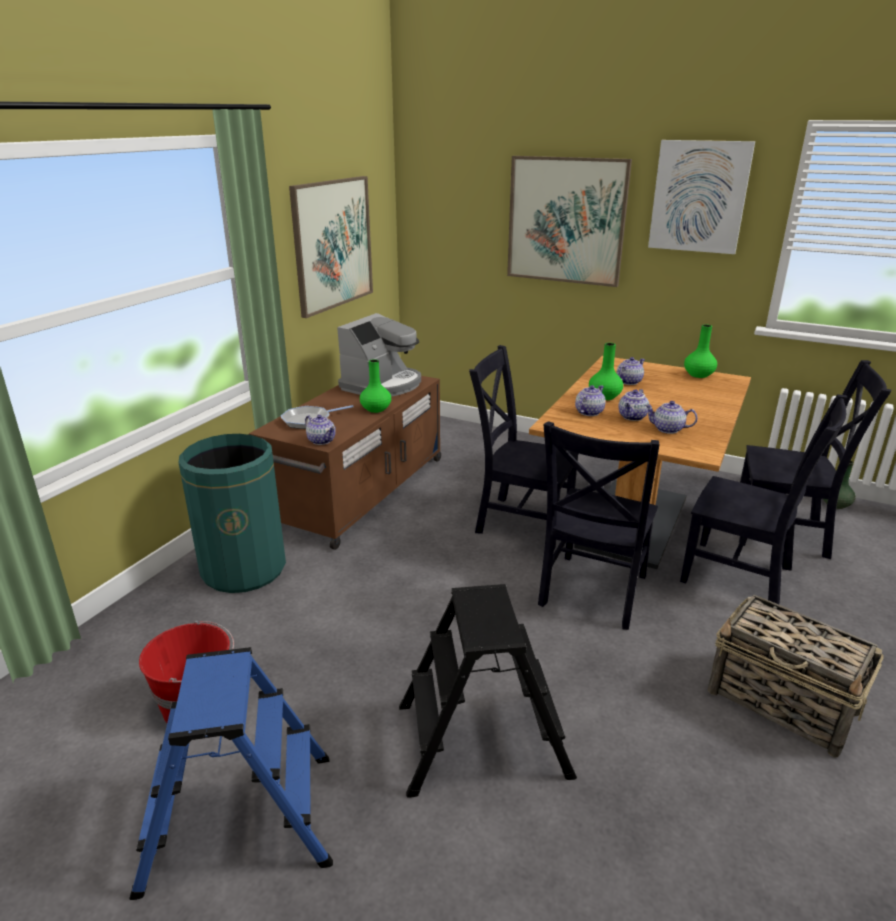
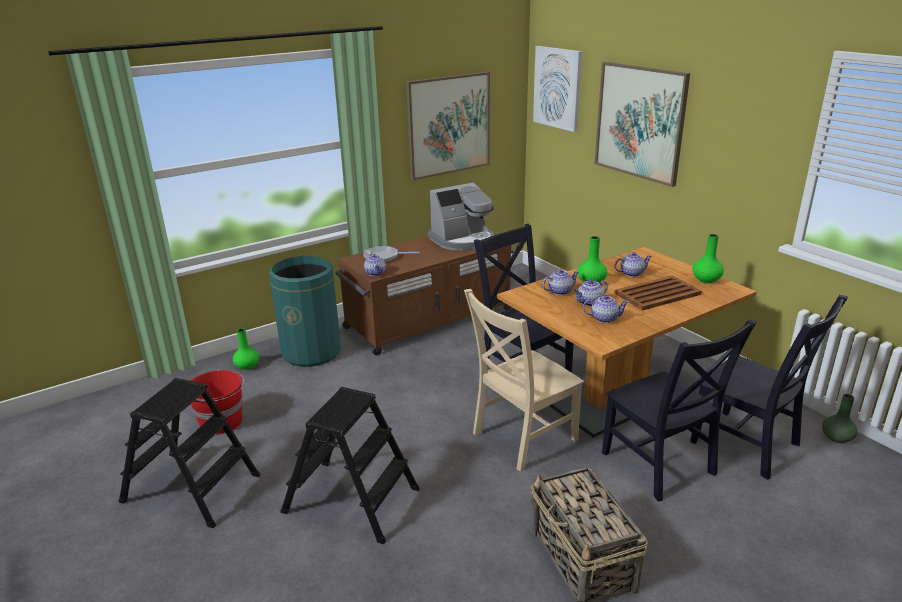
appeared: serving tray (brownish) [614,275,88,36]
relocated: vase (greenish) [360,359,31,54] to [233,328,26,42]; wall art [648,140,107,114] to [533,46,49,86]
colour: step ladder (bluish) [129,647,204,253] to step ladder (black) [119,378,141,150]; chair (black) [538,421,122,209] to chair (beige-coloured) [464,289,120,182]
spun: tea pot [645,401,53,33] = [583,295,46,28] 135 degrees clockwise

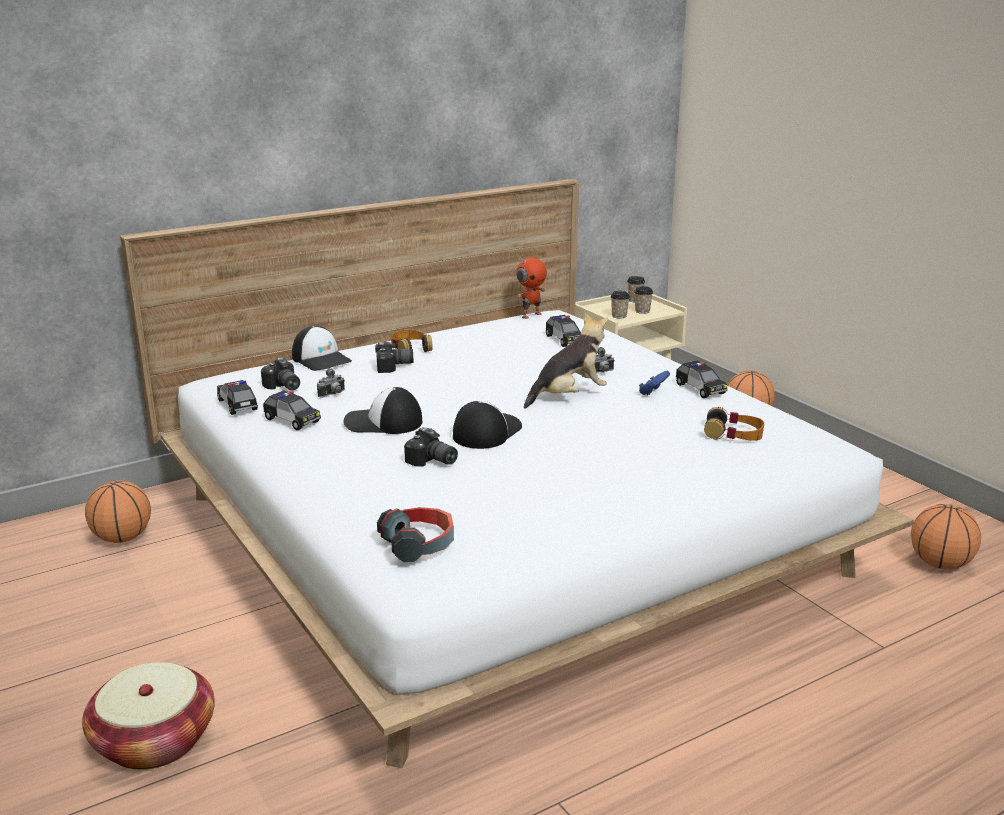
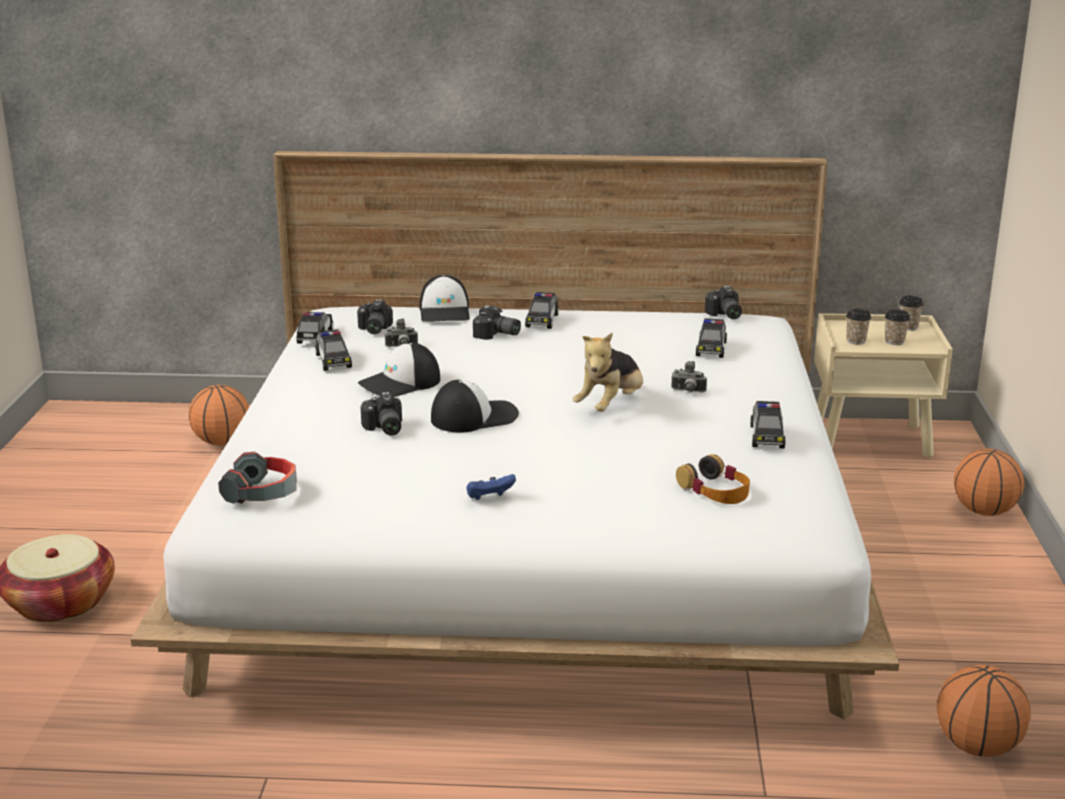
relocated: game controller (bluish) [639,371,31,24] to [467,474,49,26]
exchanged: headphones [391,330,42,22] to miniature car [525,292,34,37]; model robot [516,256,31,63] to photo camera [705,286,37,33]
spun: cap [343,387,79,47] = [358,342,82,55] 75 degrees counterclockwise; cuddly toy [524,313,84,96] = [572,333,71,79] 120 degrees clockwise

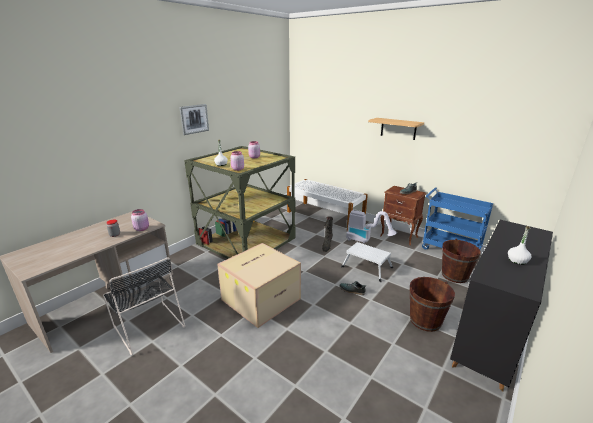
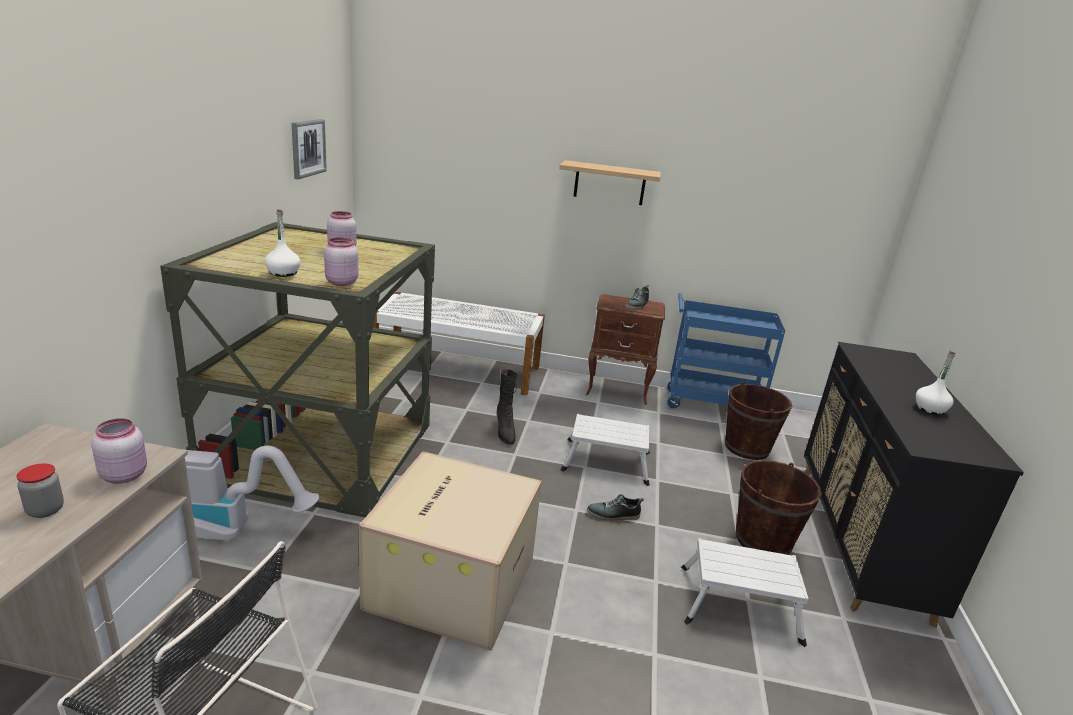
appeared: step ladder (whitish) [681,538,128,109]
relocated: hoover [346,210,51,33] to [182,446,137,96]; wall art [179,104,30,31] to [291,119,36,60]

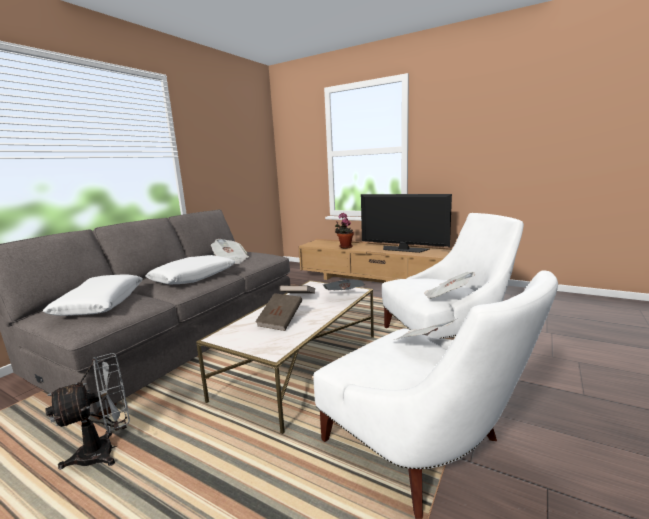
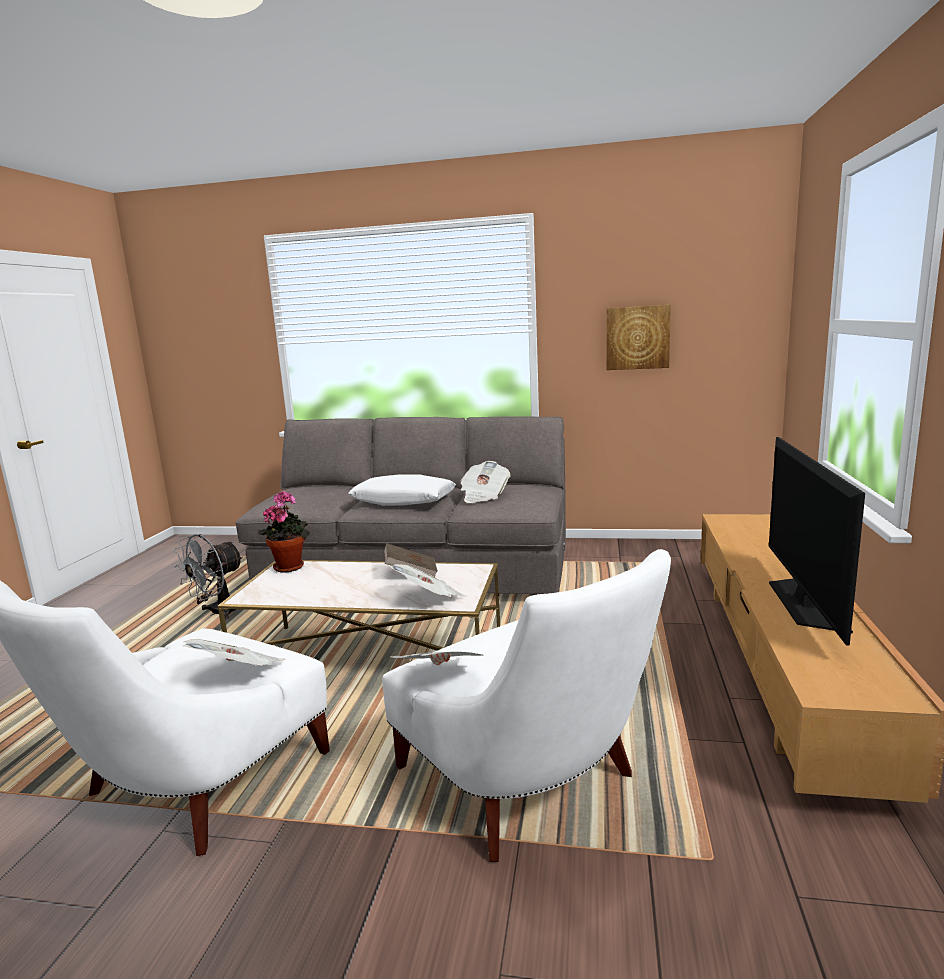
missing: cushion (whitish) [42,274,101,42]; volume (brownish) [255,293,47,38]
appeared: wall art [606,305,65,65]
relocated: plant in a pot [335,213,19,36] to [258,491,52,82]
spun: fan (gray) [45,353,85,117] = [173,534,70,85] 90 degrees clockwise

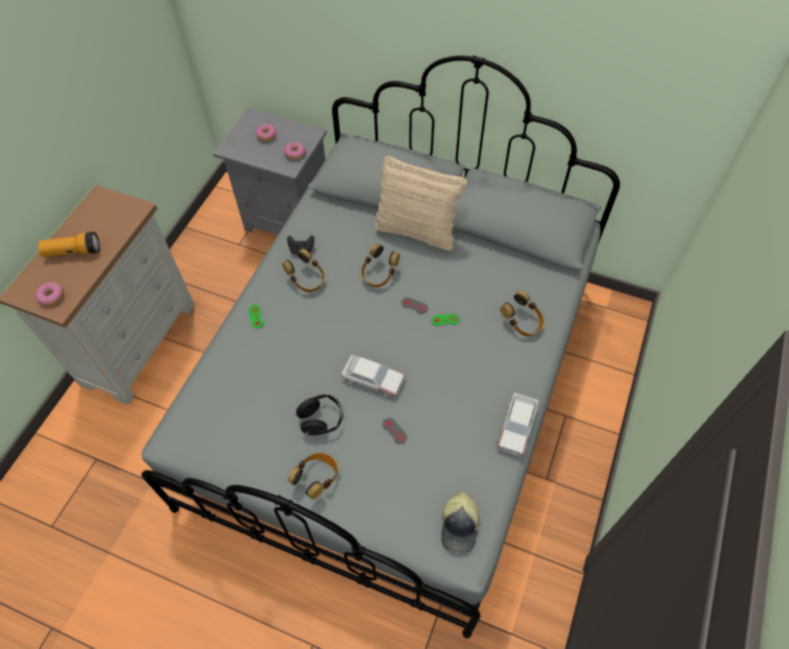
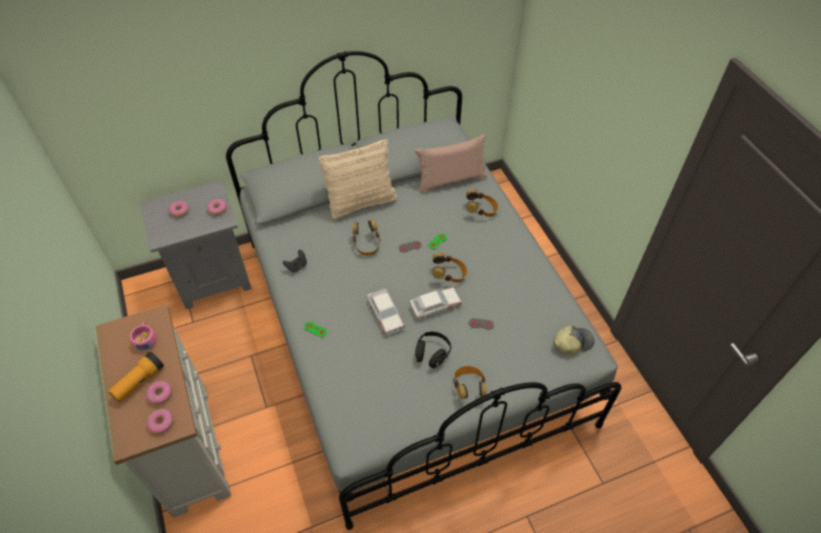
appeared: drinking cup (pink) [130,322,27,29]; donut [146,381,26,24]; cushion (beige-coloured) [415,135,72,58]
relocated: miniature car [497,393,42,63] to [367,288,38,47]; headphones [282,249,43,43] to [432,253,35,29]
spun: cap [441,492,39,61] = [554,325,41,30] 75 degrees counterclockwise

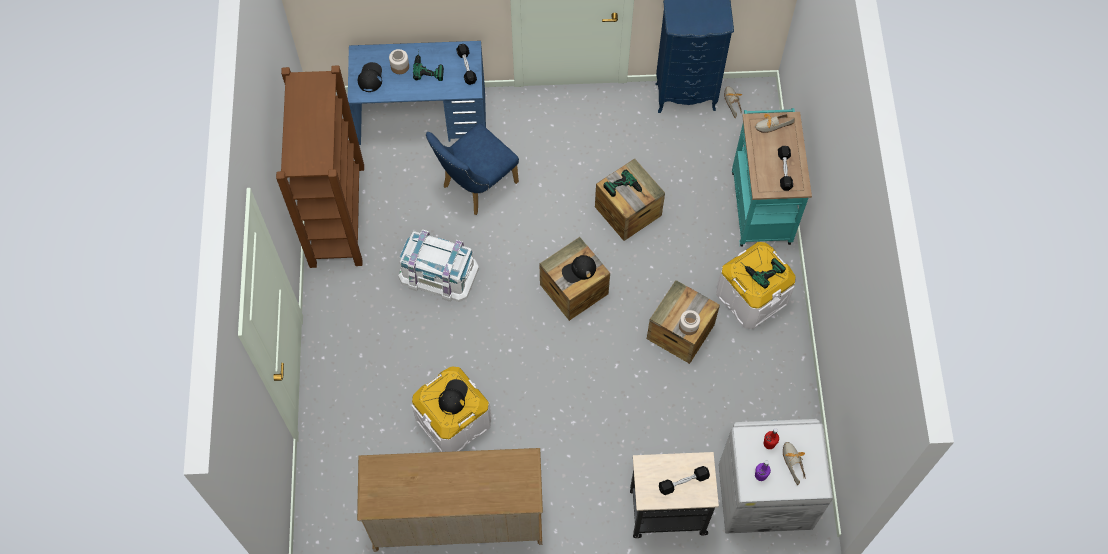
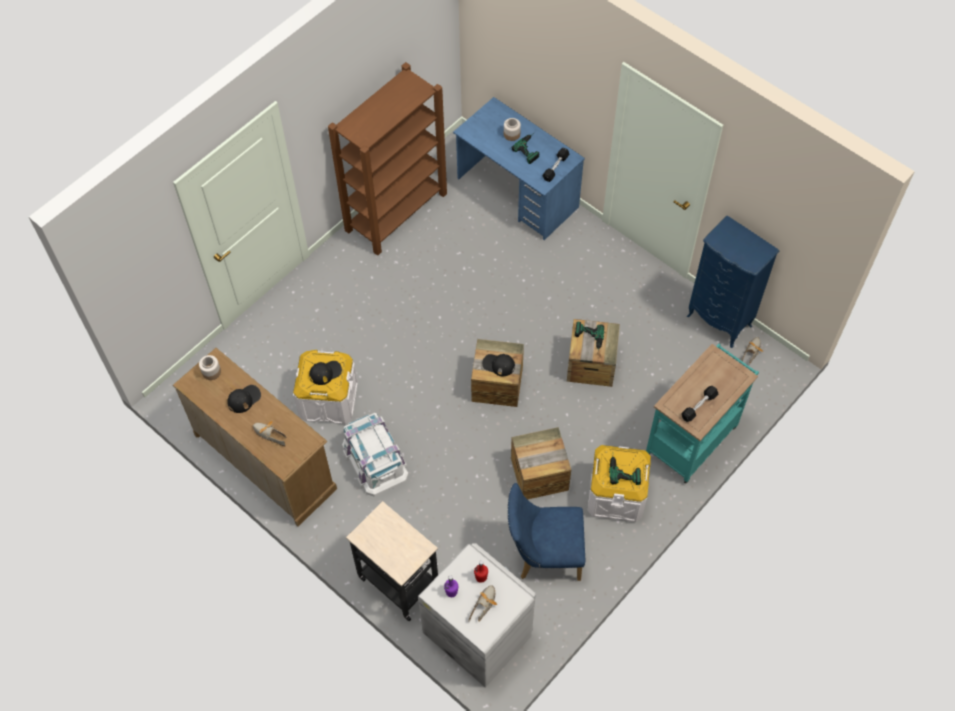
missing: dumbbell (black) [659,466,51,29]
relocated: preserve jar [679,310,21,25] to [199,355,22,25]; cap (black) [358,62,24,30] to [227,385,34,28]; low shoe [755,114,40,19] to [253,421,34,26]; storage bin (whitish) [398,230,81,72] to [342,413,67,84]; chair (bluish) [426,123,93,92] to [508,483,77,98]

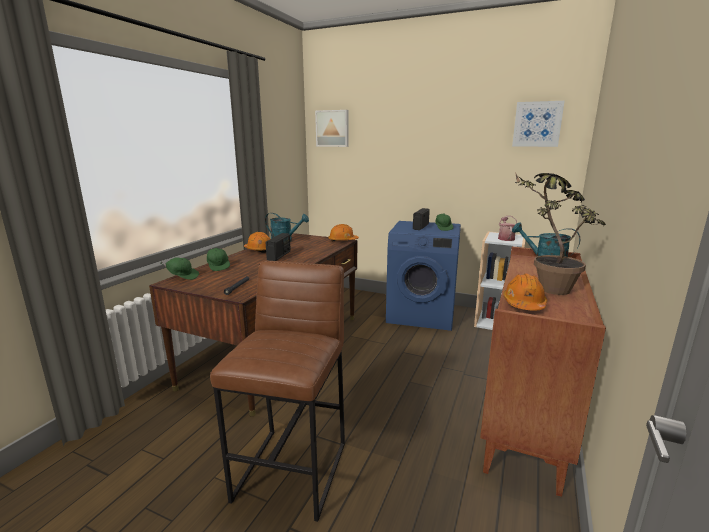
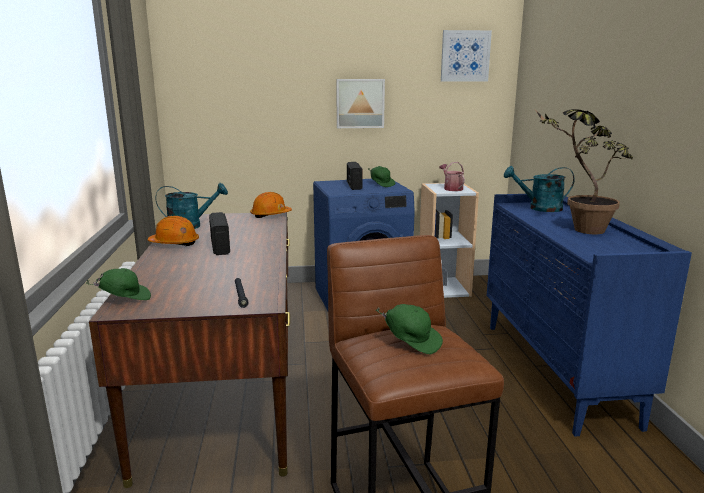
missing: work helmet (orange) [503,274,44,37]
relocated: wall art [315,110,34,37] to [336,79,49,49]; cap (greenish) [207,248,23,23] to [376,304,67,50]
colour: cabinet (brownish) [480,246,126,251] to cabinet (bluish) [487,194,205,242]

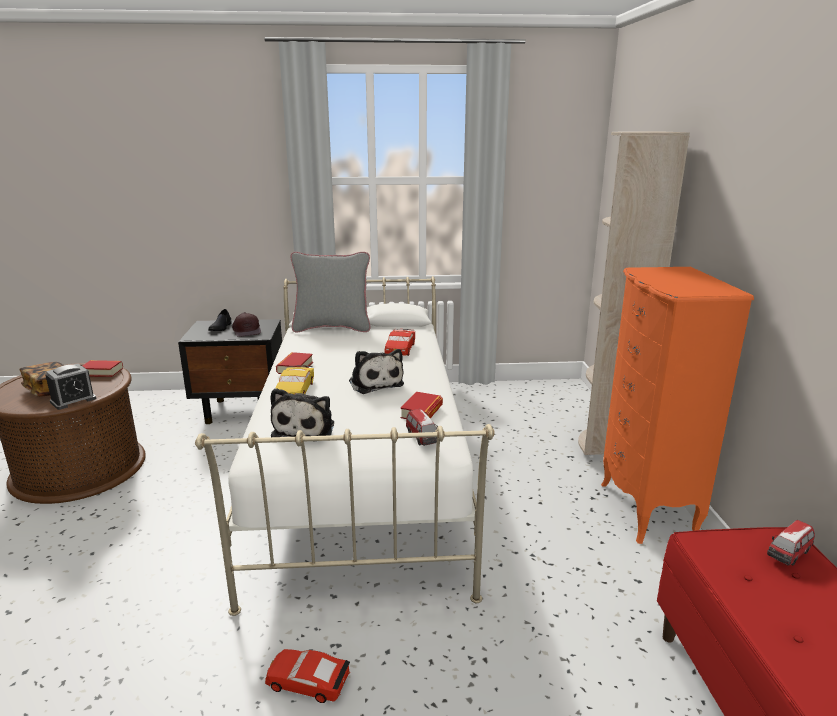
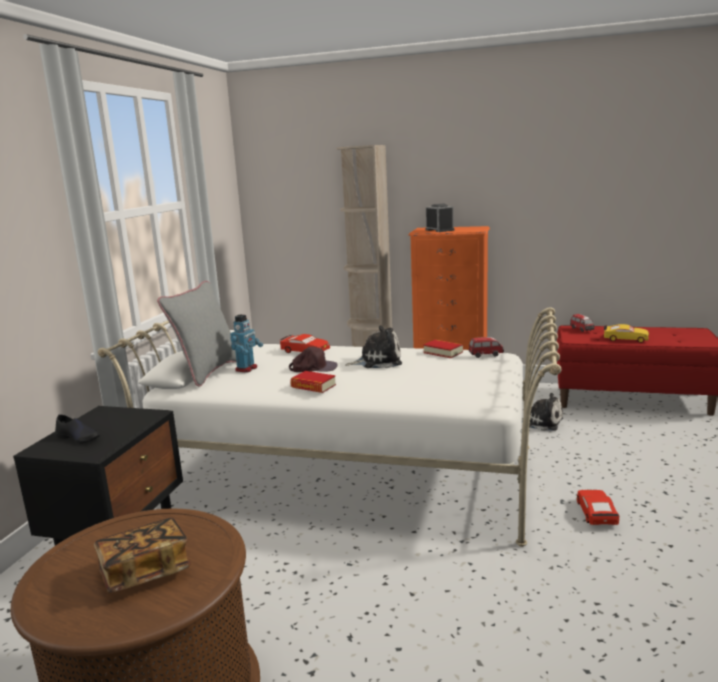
missing: volume [82,360,41,17]
appeared: model robot [230,314,33,59]
relocated: cap (brownish) [232,312,29,25] to [289,347,48,25]; table clock [45,364,51,46] to [426,204,28,28]; cuddly toy [270,388,64,49] to [522,393,41,38]; miniature car (yellow-coloured) [276,365,38,29] to [603,324,46,19]
spun: miniature car (red-coloured) [265,649,85,54] = [577,490,42,35] 150 degrees clockwise

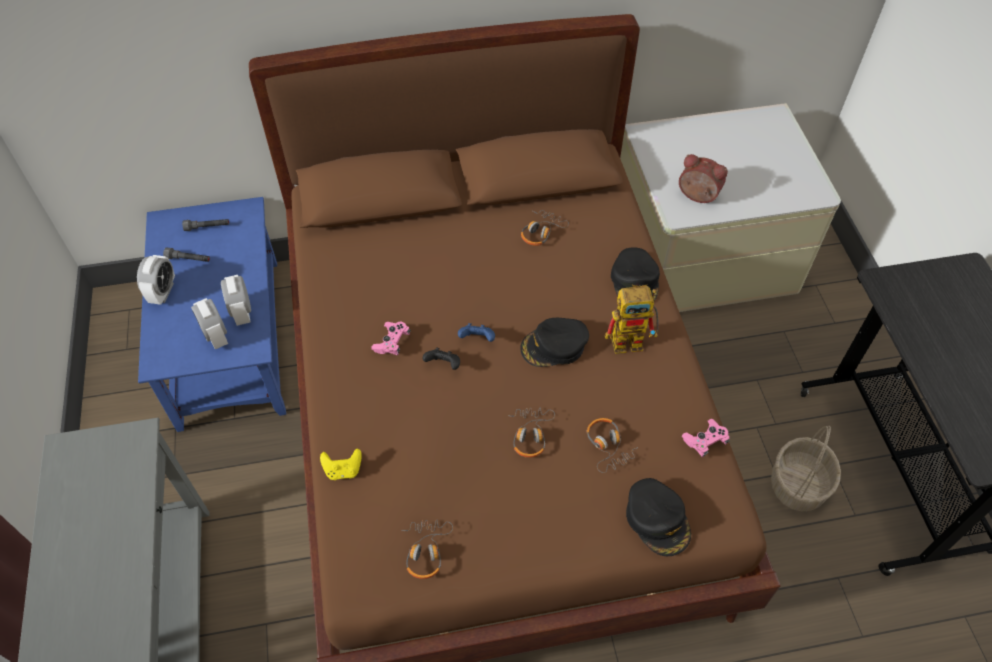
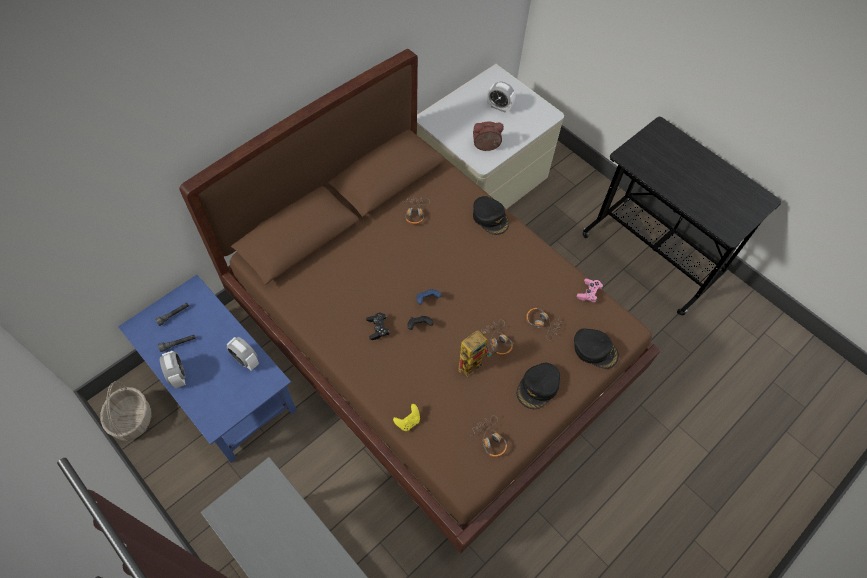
relocated: basket [771,426,70,86] to [100,381,51,60]; model robot [605,286,54,68] to [458,330,34,47]; table clock [191,298,37,51] to [487,82,29,30]; cap (black) [520,318,69,49] to [517,363,43,46]
colour: game controller (pink) [371,322,40,34] to game controller (black) [366,313,24,27]

